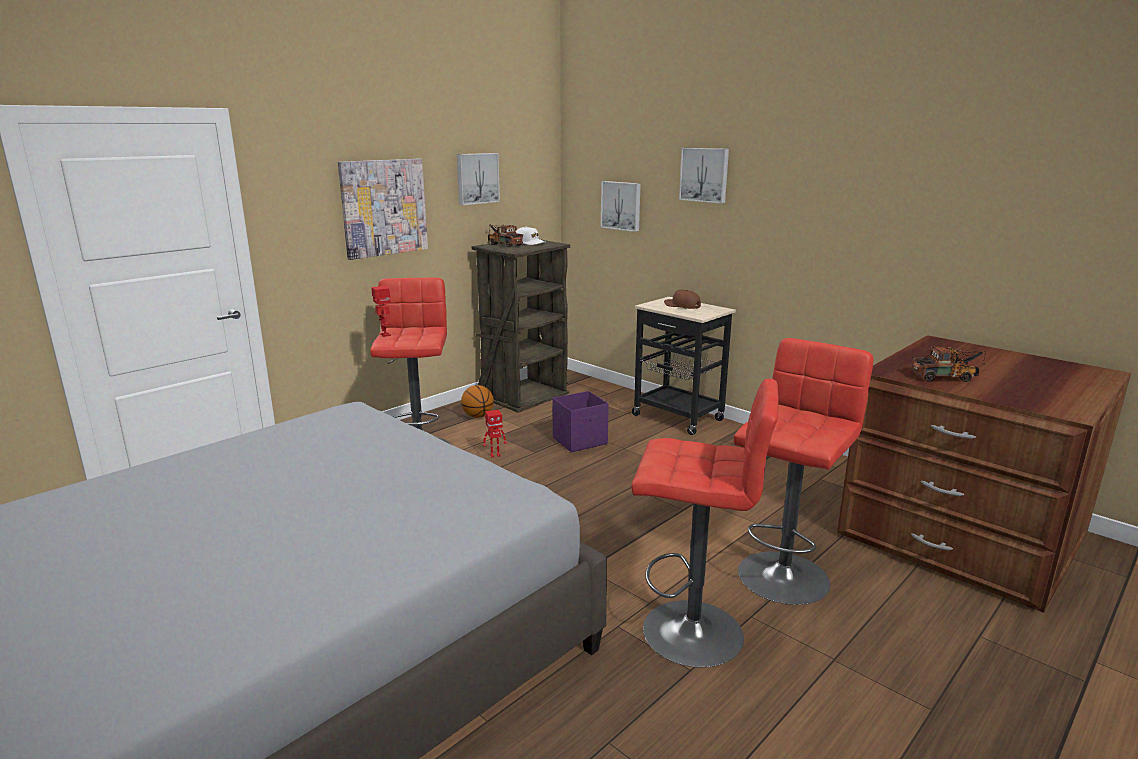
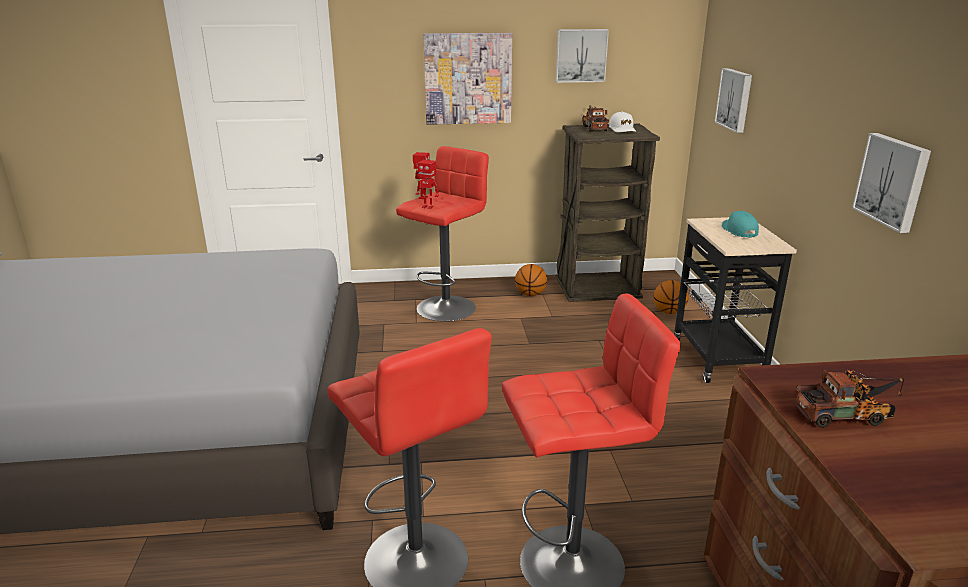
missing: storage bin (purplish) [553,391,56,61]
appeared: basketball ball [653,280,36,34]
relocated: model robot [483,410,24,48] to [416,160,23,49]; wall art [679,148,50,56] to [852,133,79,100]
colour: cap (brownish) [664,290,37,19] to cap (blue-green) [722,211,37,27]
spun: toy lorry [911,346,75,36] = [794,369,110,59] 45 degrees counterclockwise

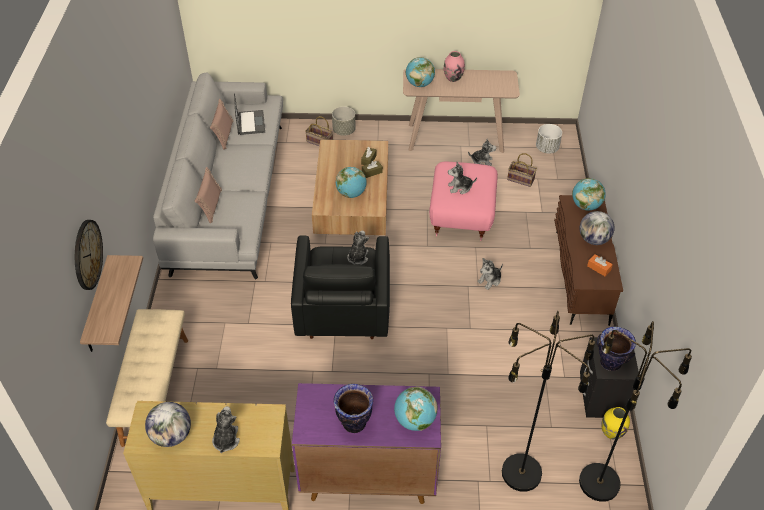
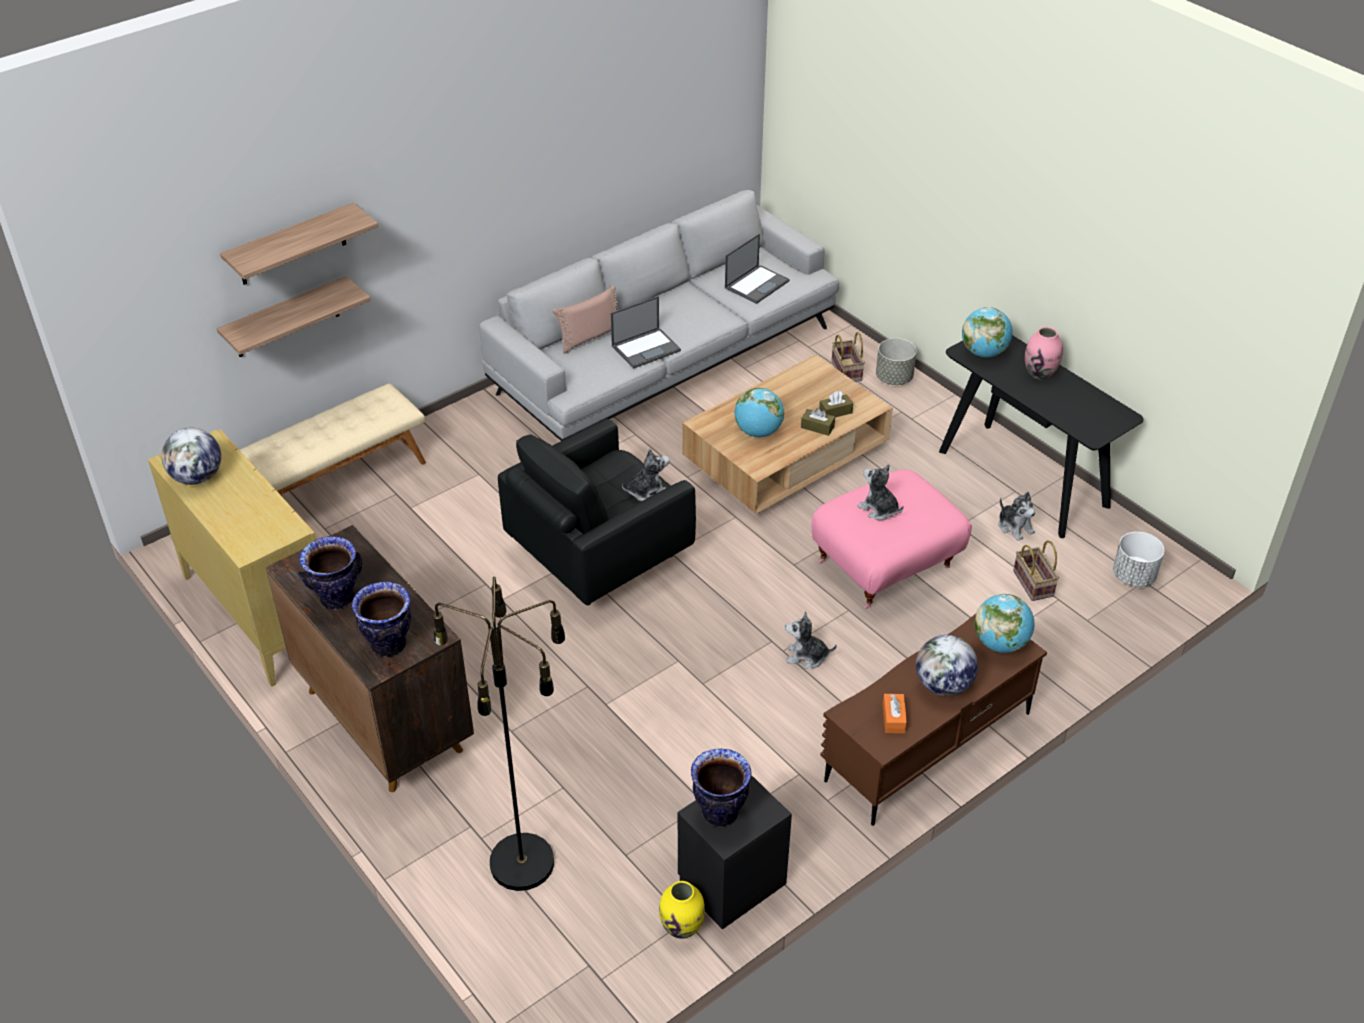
missing: cushion (beige-coloured) [210,99,24,51]; cuddly toy [212,406,28,48]; standing lamp [579,321,113,181]
appeared: notebook computer [611,296,70,73]
exchanged: hanging clock [75,220,28,70] to shelf [220,203,159,82]; globe [394,387,44,44] to vase [352,582,59,75]
colour: cabinet (purplish) [292,383,149,121] to cabinet (brownish) [266,525,208,267]; console table (beige-coloured) [403,69,117,84] to console table (black) [939,335,204,203]

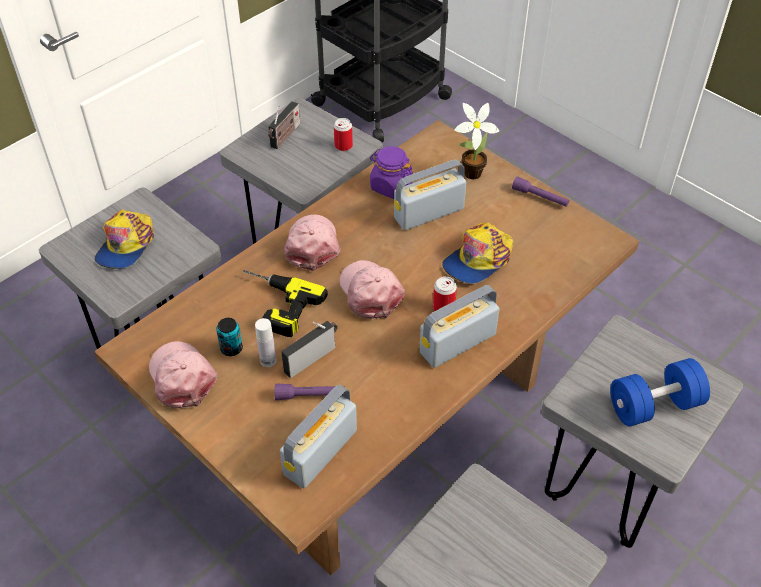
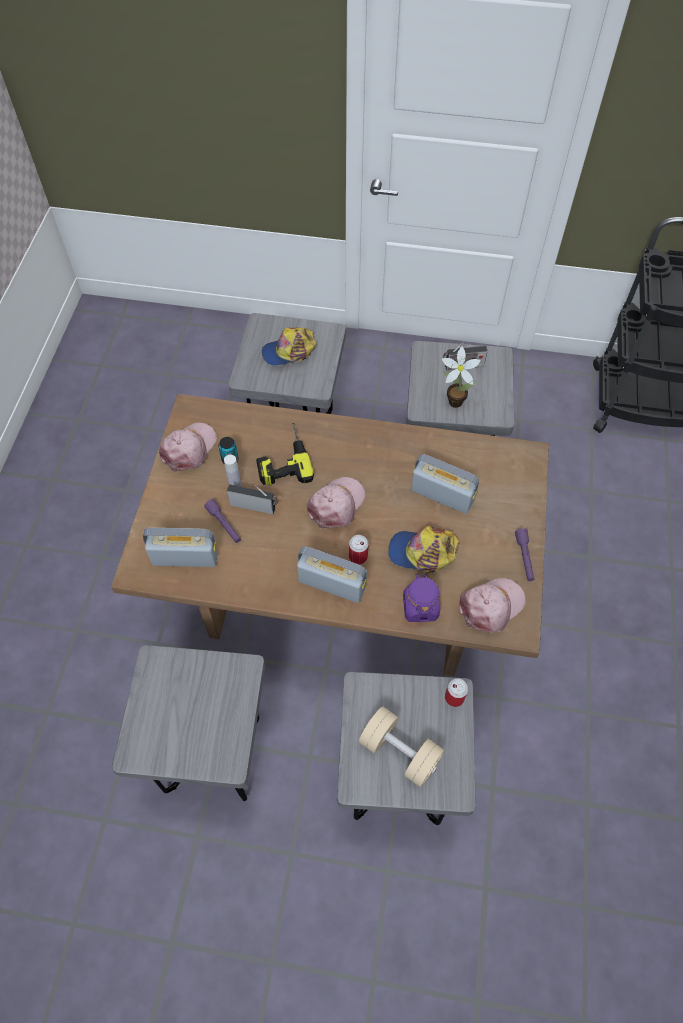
relocated: preserve jar (purplish) [370,146,43,53] to [403,574,37,48]; plant in a pot [455,103,44,76] to [442,346,39,62]; metal can [334,118,19,33] to [445,678,23,29]; cap (pink) [284,214,57,57] to [459,578,67,55]
colour: dumbbell (bluish) [610,358,100,68] to dumbbell (beige-coloured) [359,706,86,81]

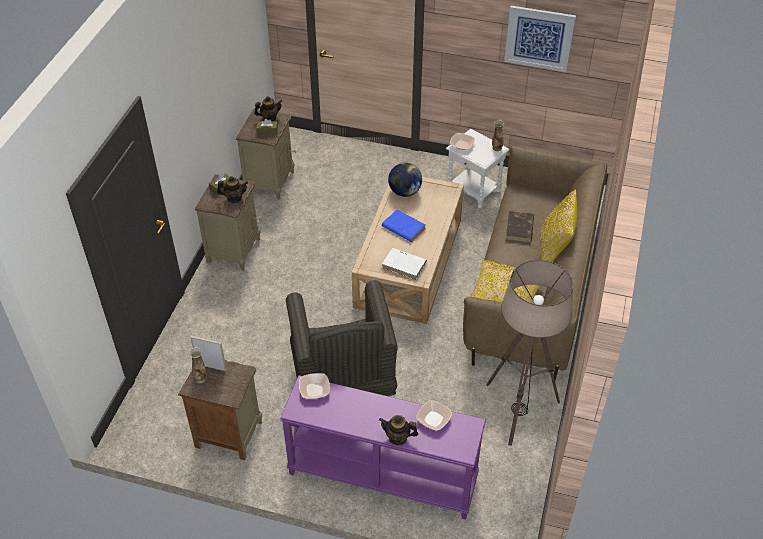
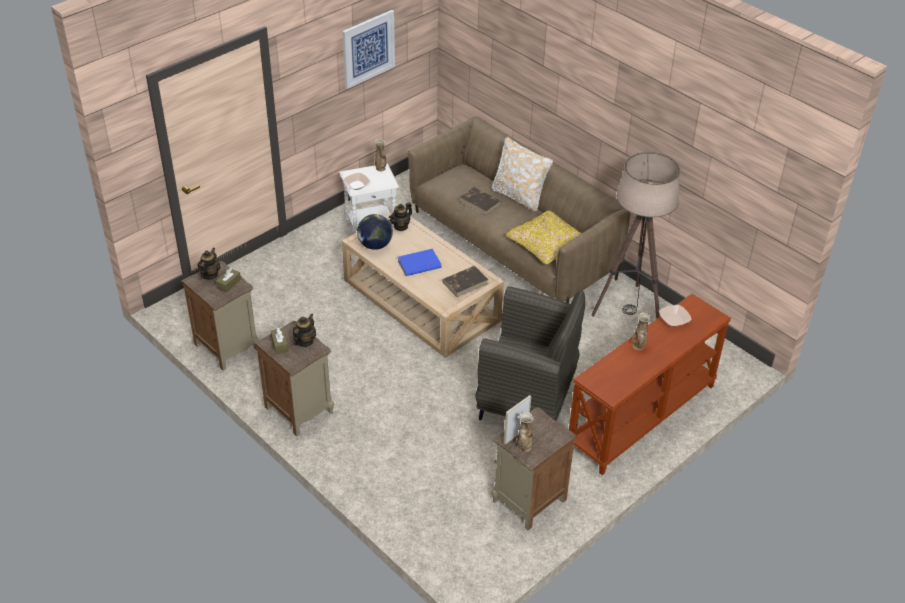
missing: deep dish [299,373,31,26]
appeared: vase [632,313,19,37]
relocated: tea pot [379,415,39,31] to [389,202,23,29]
colour: volume (whitish) [382,248,45,32] to volume (brownish) [442,266,46,31]; cushion (yellow-coloured) [540,190,38,72] to cushion (whitish) [492,137,61,75]; console table (purplish) [280,375,206,145] to console table (brownish) [569,294,162,181]

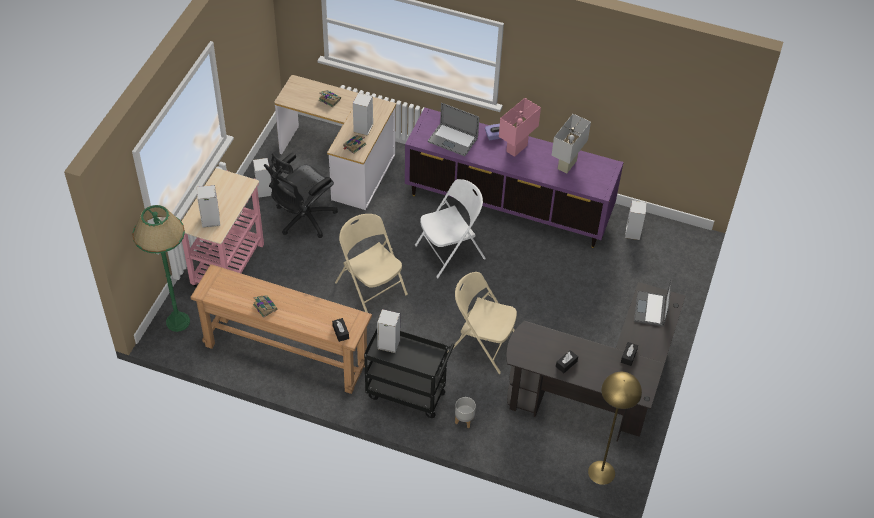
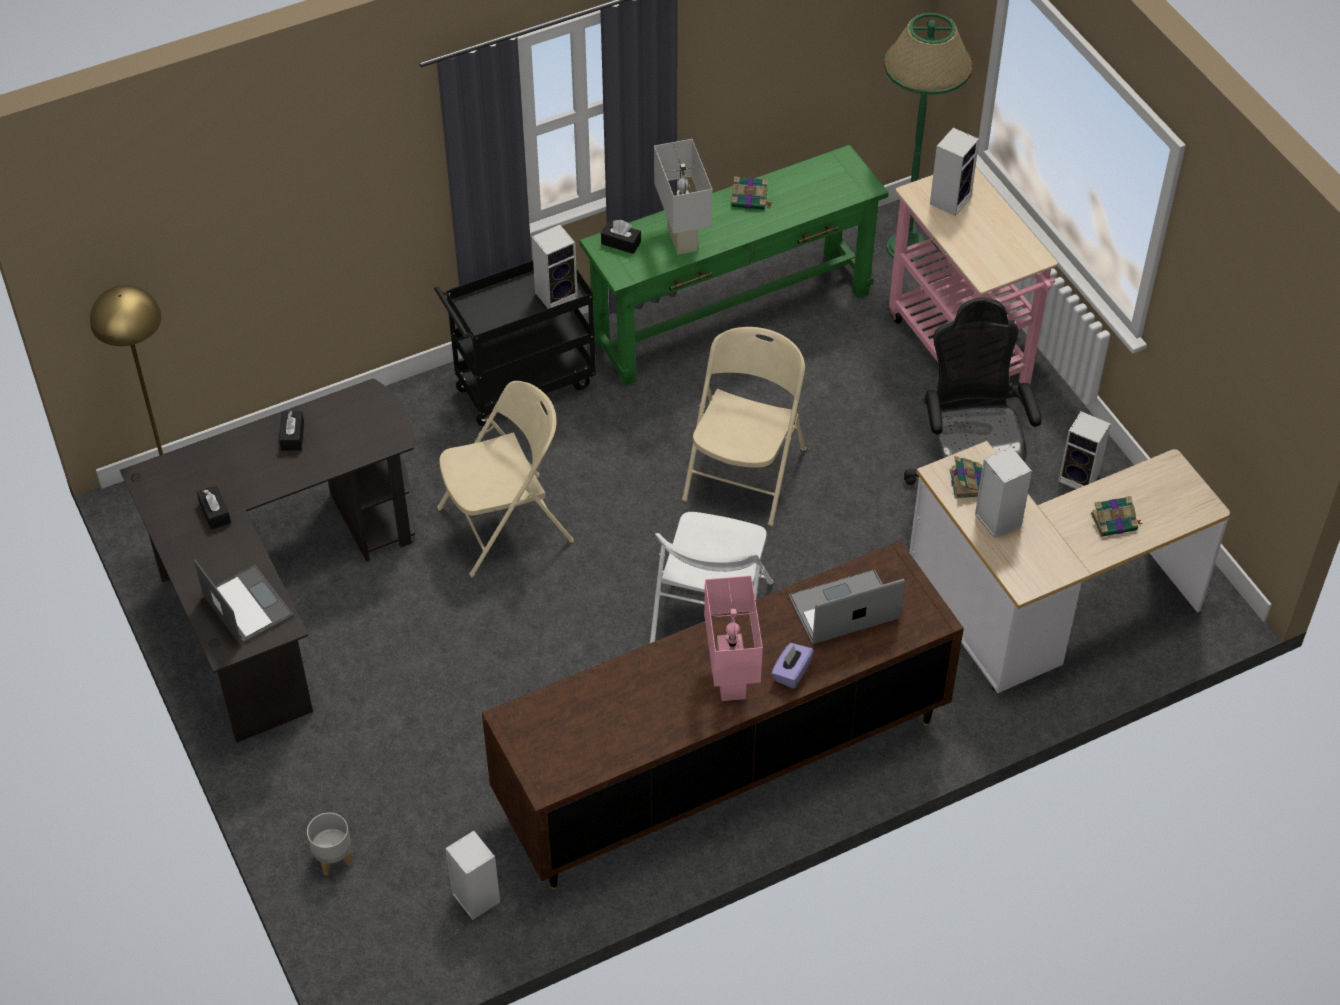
relocated: planter (gray) [455,397,21,31] to [307,812,46,64]; table lamp (whitish) [551,114,40,59] to [654,139,58,116]
colour: cabinet (purplish) [405,108,219,140] to cabinet (brownish) [482,540,482,350]; console table (brownish) [190,264,182,130] to console table (greenish) [579,145,310,241]
spun: chair (beige-coloured) [335,214,73,99] = [682,327,124,199] 75 degrees counterclockwise

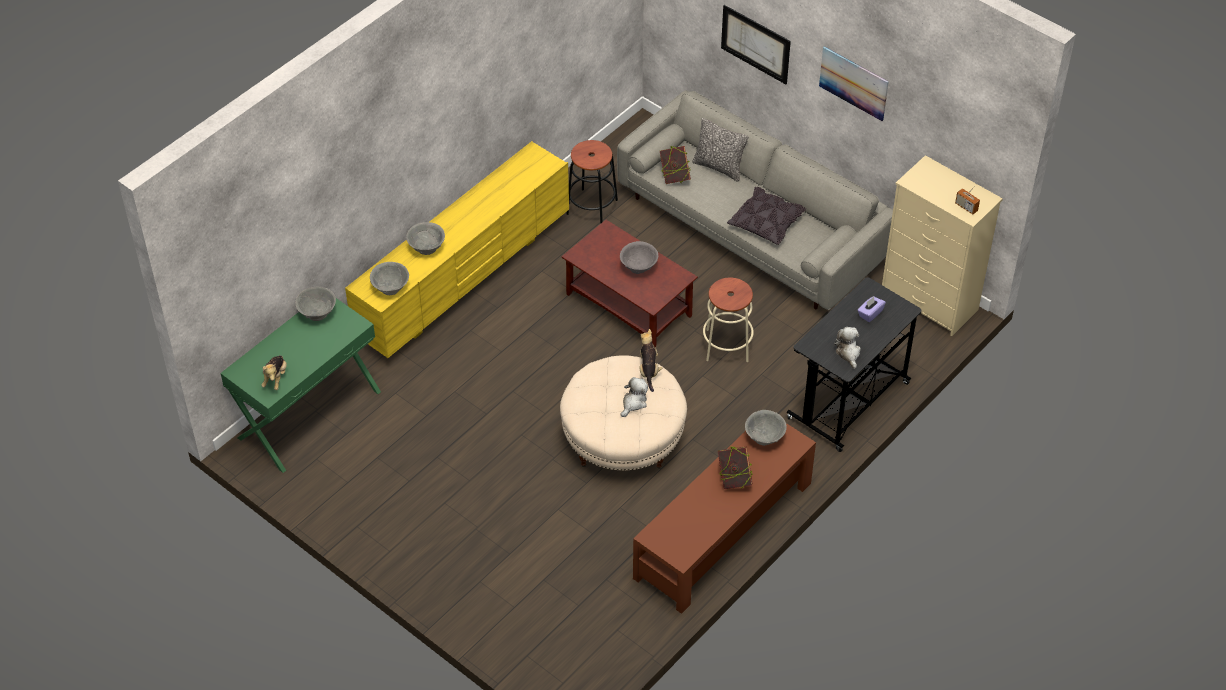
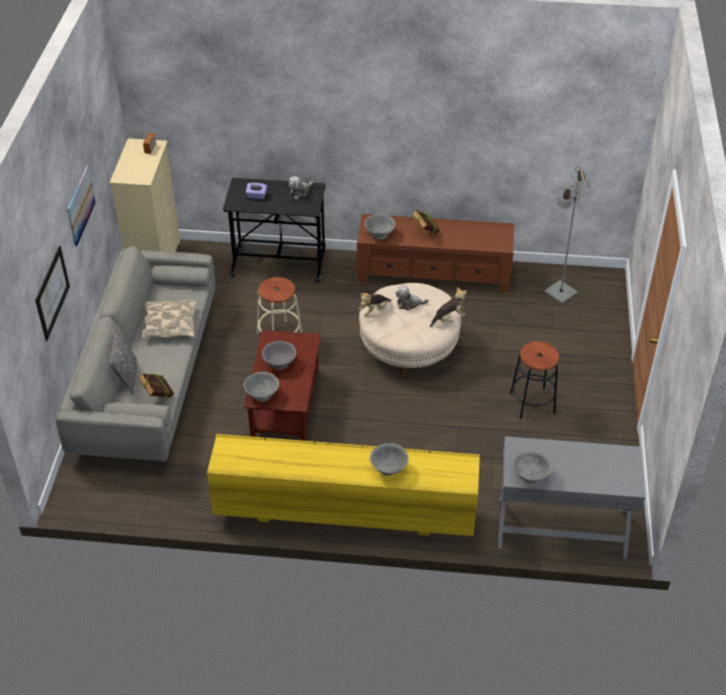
appeared: standing lamp (gray) [544,166,47,138]
relocated: deep dish (gray) [370,262,39,33] to [244,372,35,30]; cuddly toy [261,355,26,35] to [430,287,37,41]; stool seat (black) [566,140,52,84] to [510,341,49,78]
colour: cushion (black) [727,187,79,58] to cushion (beige-coloured) [142,300,55,38]; console table (greenish) [220,298,161,175] to console table (gray) [498,436,147,123]

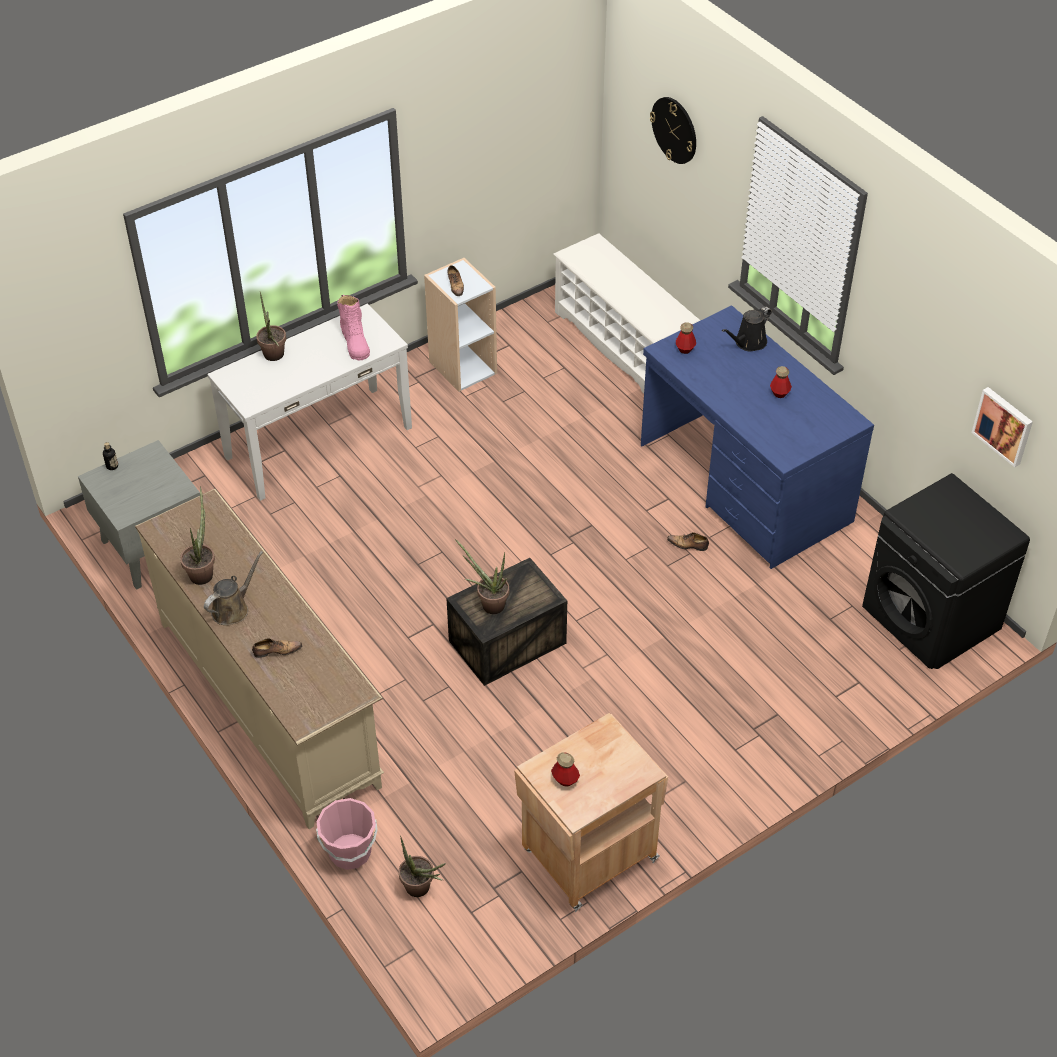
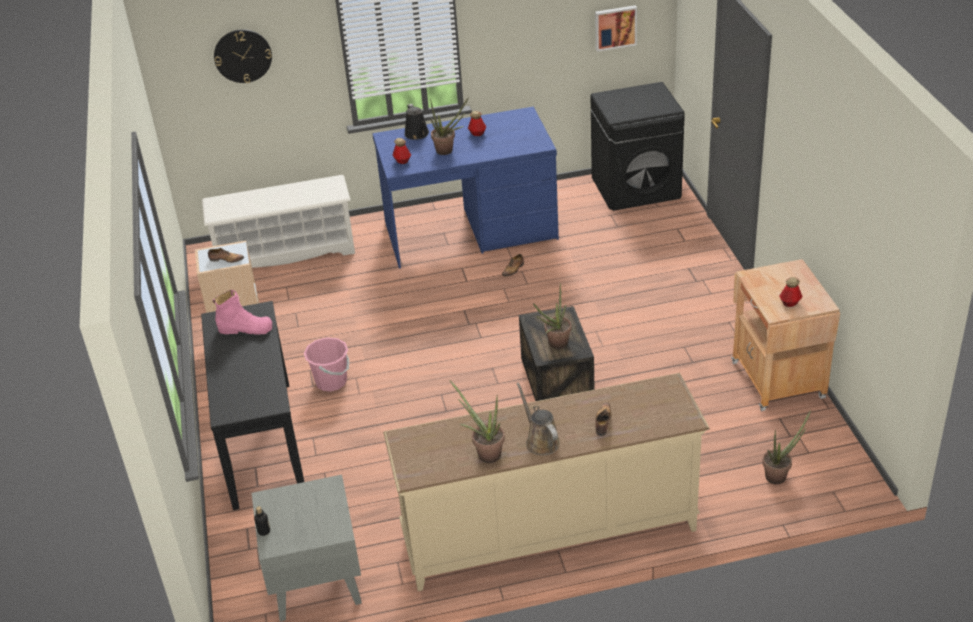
relocated: pail (pink) [316,798,62,72] to [304,337,45,55]; plant in a pot [256,292,30,69] to [430,97,39,58]
colour: console table (whitish) [207,304,205,197] to console table (black) [201,301,103,209]

